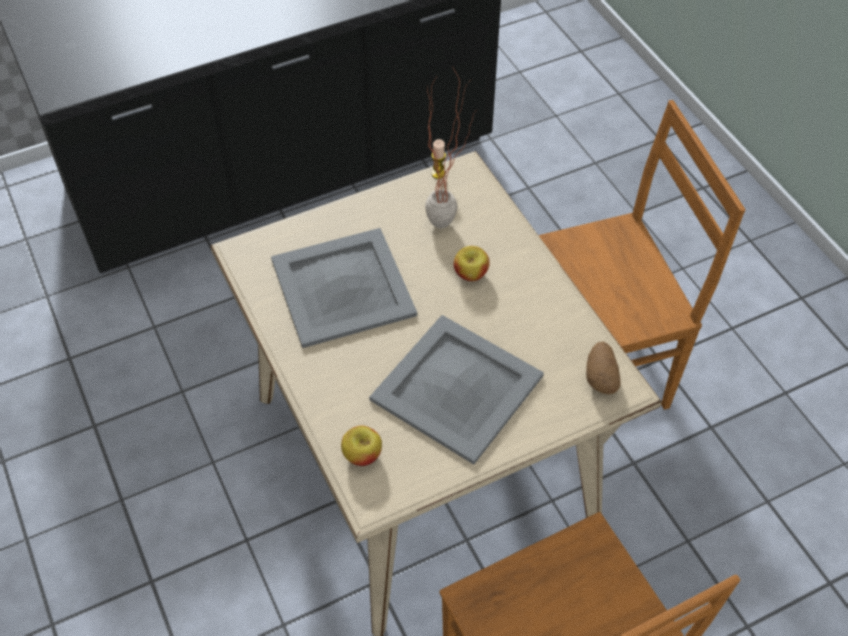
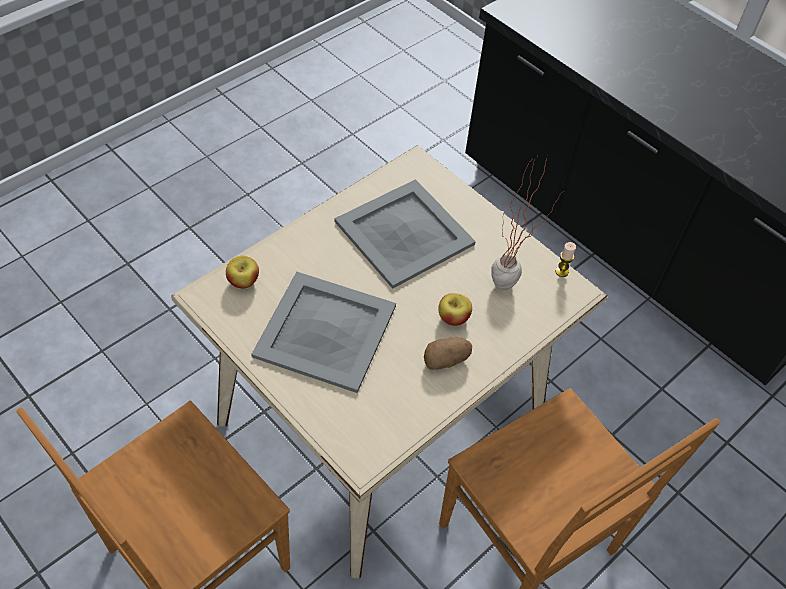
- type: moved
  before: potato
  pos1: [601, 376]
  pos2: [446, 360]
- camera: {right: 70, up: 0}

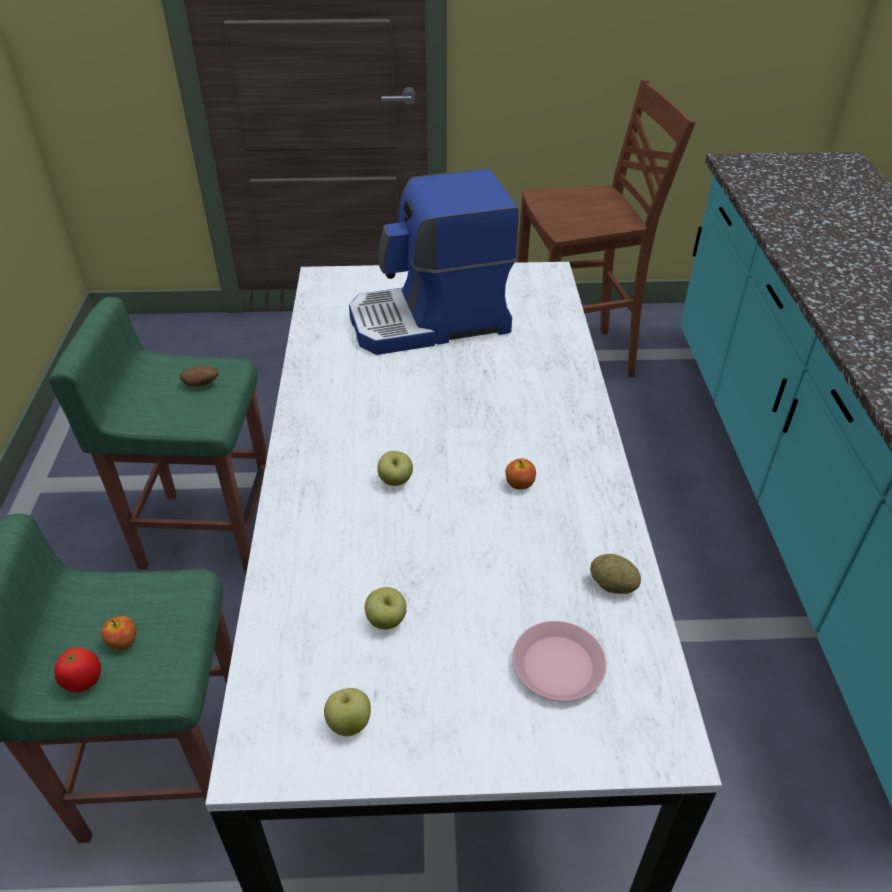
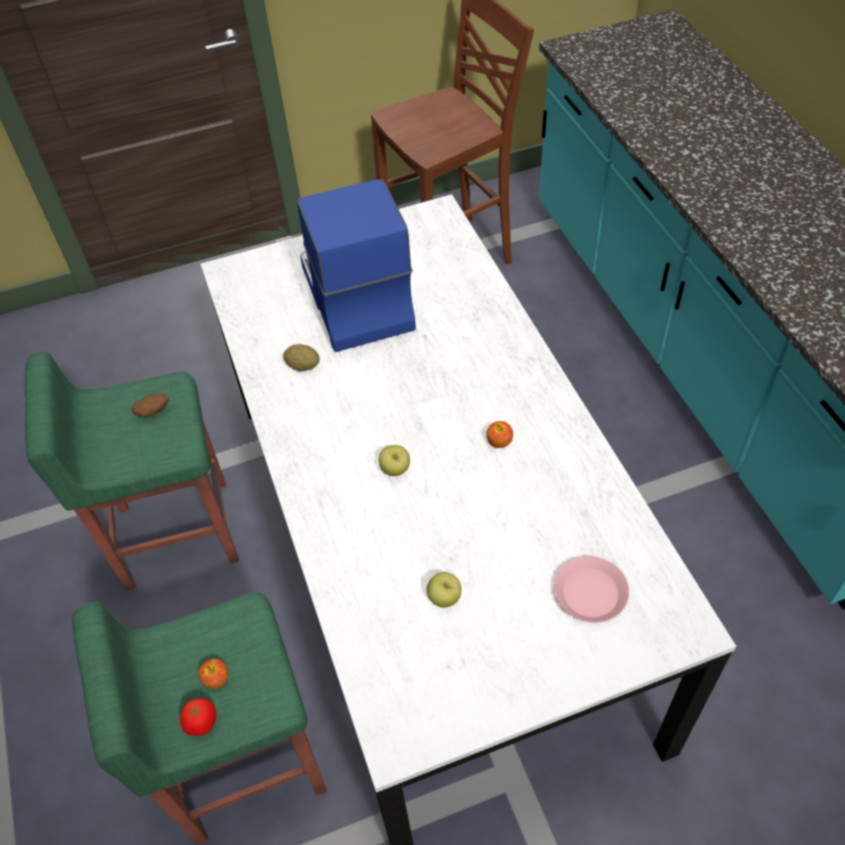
- type: moved
  before: potato
  pos1: [612, 585]
  pos2: [303, 366]
- type: turned
  before: coffee_maker
  pos1: [431, 322]
  pos2: [354, 296]
  turn: 105
- type: removed
  before: whole_apple
  pos1: [349, 723]
- camera: {right: -15, up: 10}

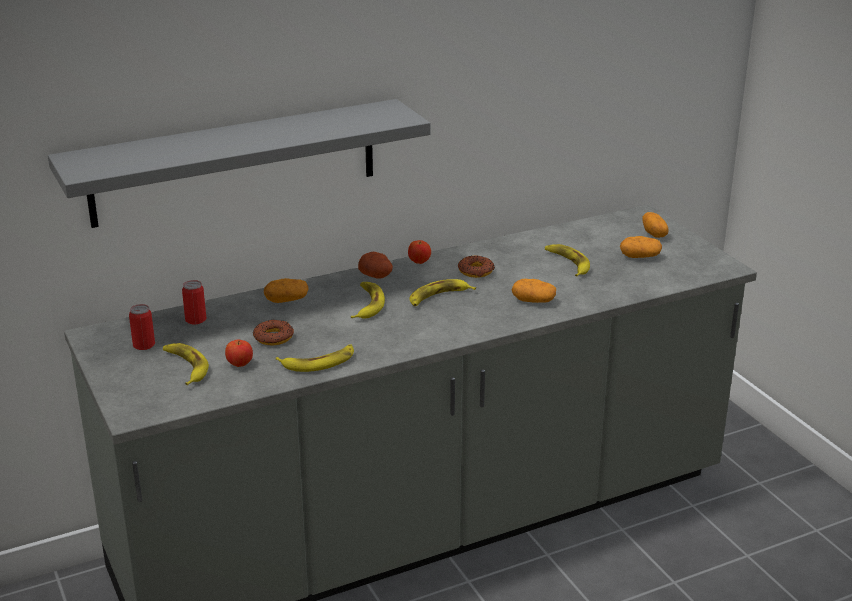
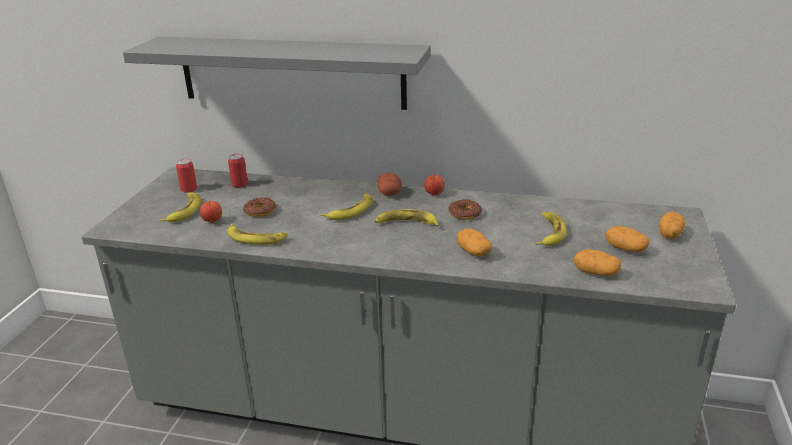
- type: moved
  before: potato
  pos1: [286, 300]
  pos2: [595, 273]
- camera: {right: 40, up: 0}

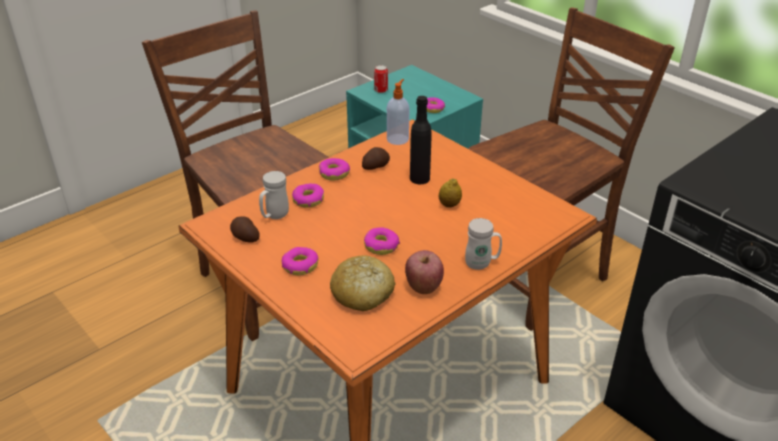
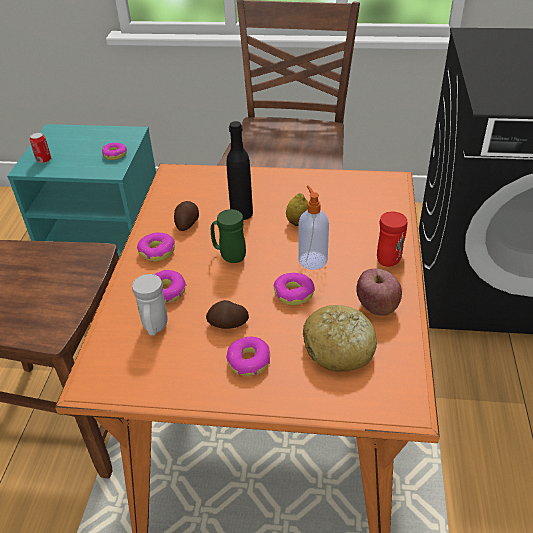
- type: moved
  before: potato
  pos1: [245, 237]
  pos2: [228, 324]
- type: added
  after: green-coloured_mug
  pos2: [229, 255]
- type: moved
  before: soap_bottle
  pos1: [398, 139]
  pos2: [312, 259]
- type: recoloured
  before: whitish_mug
  after: red-coloured_mug
  pos1: [482, 264]
  pos2: [391, 257]
- camera: {right: -40, up: 5}

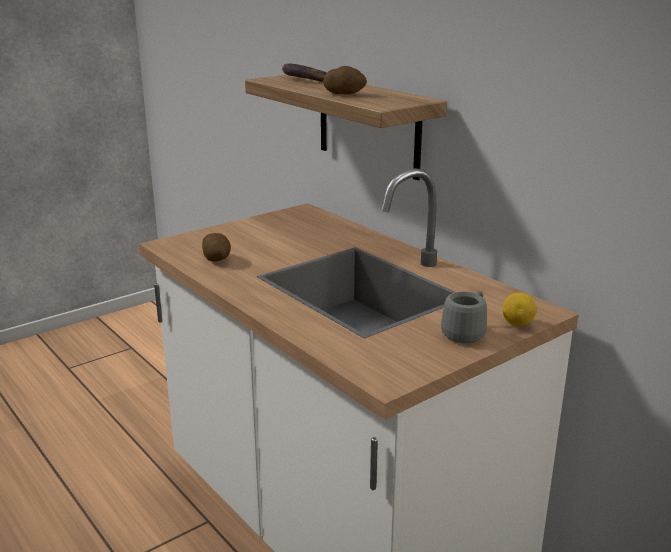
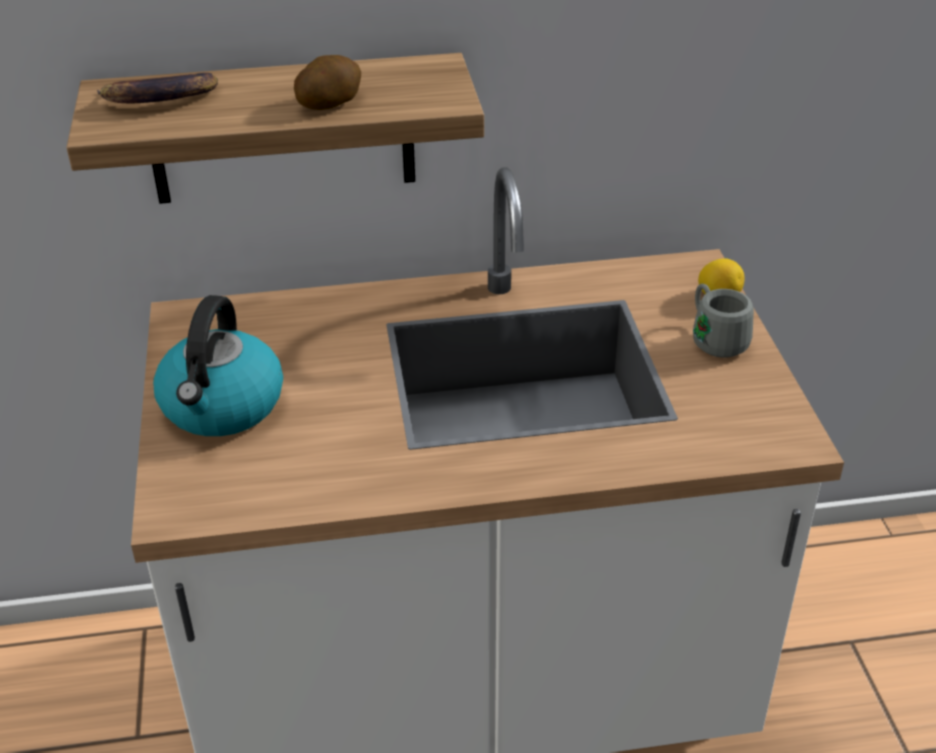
- type: added
  after: water_kettle
  pos2: [222, 406]
- type: removed
  before: potato
  pos1: [217, 259]
- camera: {right: -60, up: 15}

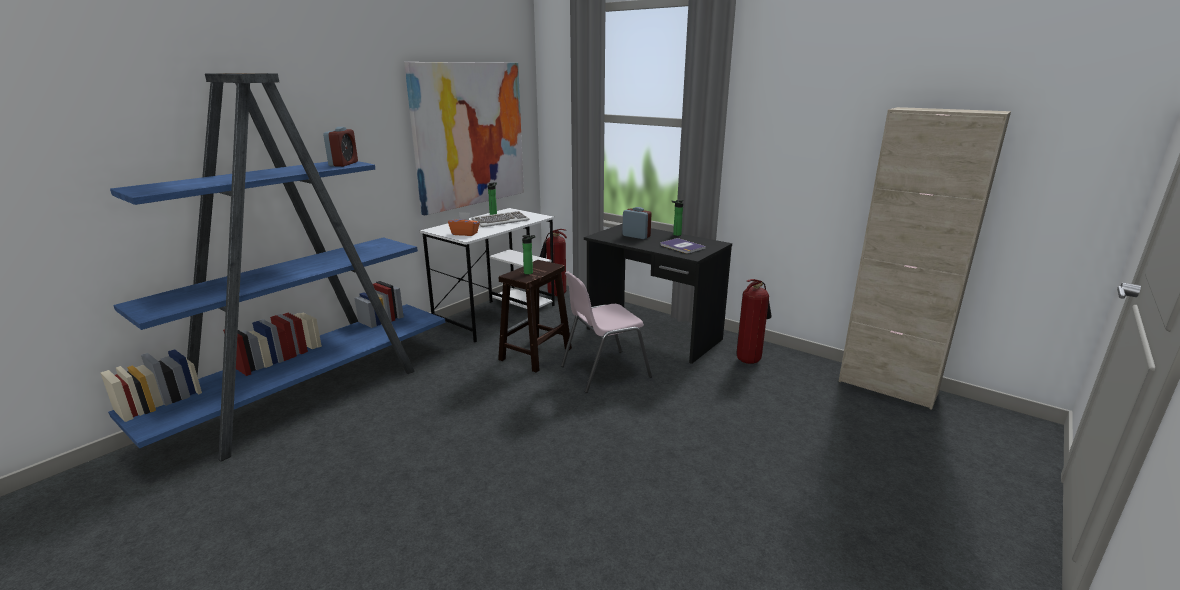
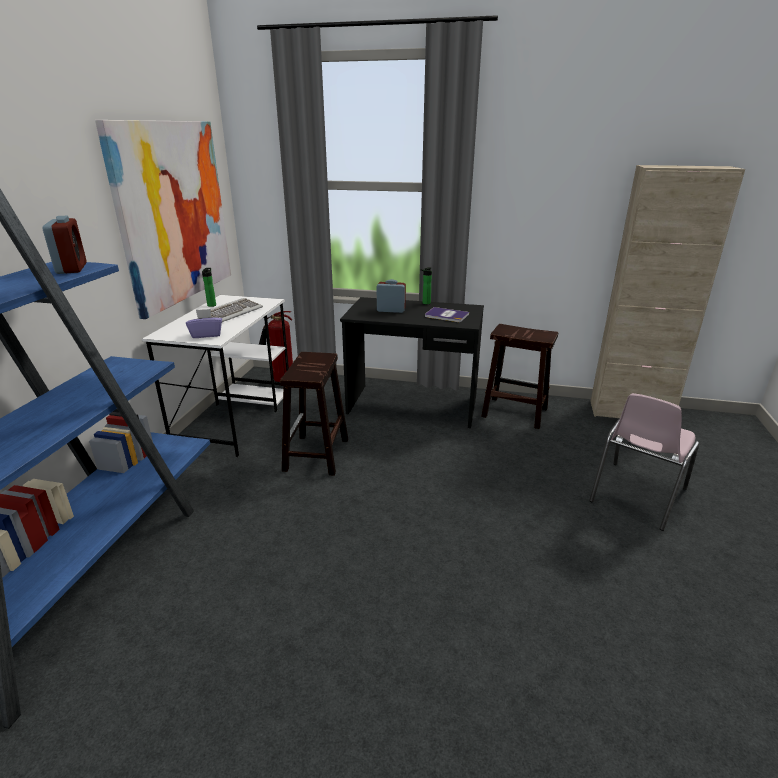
- type: recoloured
  before: orange-coloured_tissue_box
  after: purple_tissue_box
  pos1: [465, 233]
  pos2: [206, 334]
- type: replaced
  before: fire_extinguisher
  after: brown-coloured_stool_seat
  pos1: [749, 359]
  pos2: [513, 412]
- type: moved
  before: pink_chair
  pos1: [603, 371]
  pos2: [636, 495]
- type: removed
  before: beverage_bottle
  pos1: [529, 273]
- camera: {right: -25, up: 5}

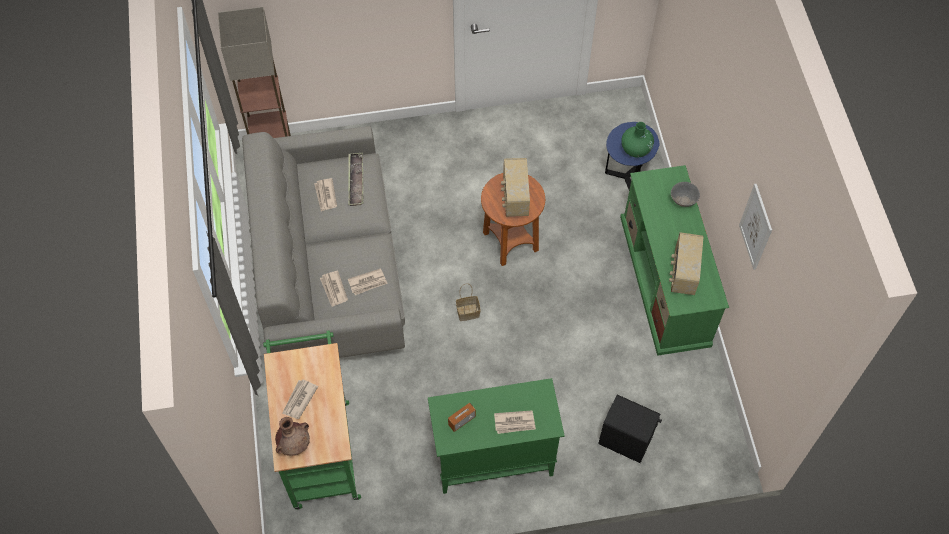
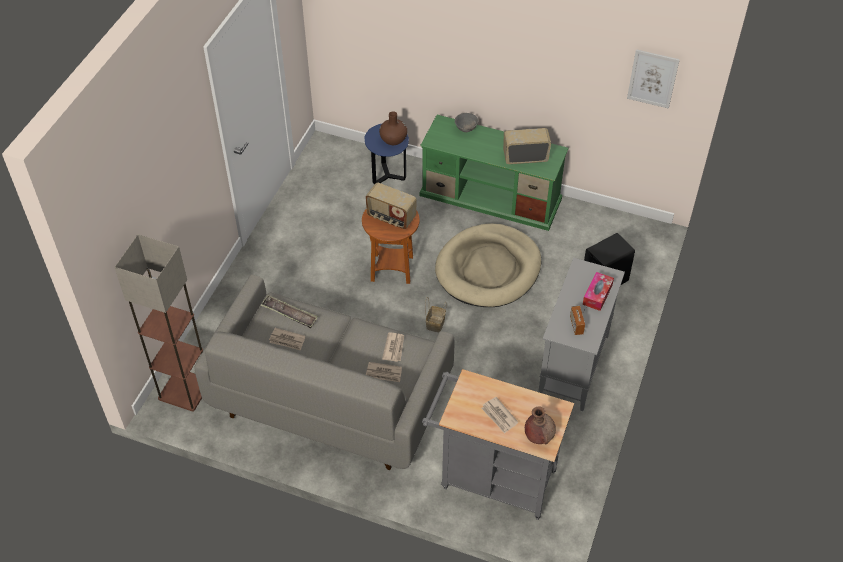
- type: recoloured
  before: green-coloured_vase
  after: brown-coloured_vase
  pos1: [635, 149]
  pos2: [393, 140]
- type: recoloured
  before: green-coloured_wheeled_cart
  after: greyish_wheeled_cart
  pos1: [320, 447]
  pos2: [491, 478]
- type: added
  after: beige-coloured_dog_bed
  pos2: [488, 269]
- type: turned
  before: radio_receiver
  pos1: [683, 273]
  pos2: [525, 157]
  turn: 135
- type: recoloured
  before: green-coloured_cabinet
  after: greyish_cabinet
  pos1: [492, 460]
  pos2: [573, 367]
- type: replaced
  before: printed_paper
  after: tissue_box
  pos1: [514, 423]
  pos2: [597, 295]
- type: moved
  before: wall_art
  pos1: [756, 227]
  pos2: [652, 78]
- camera: {right: -60, up: -10}

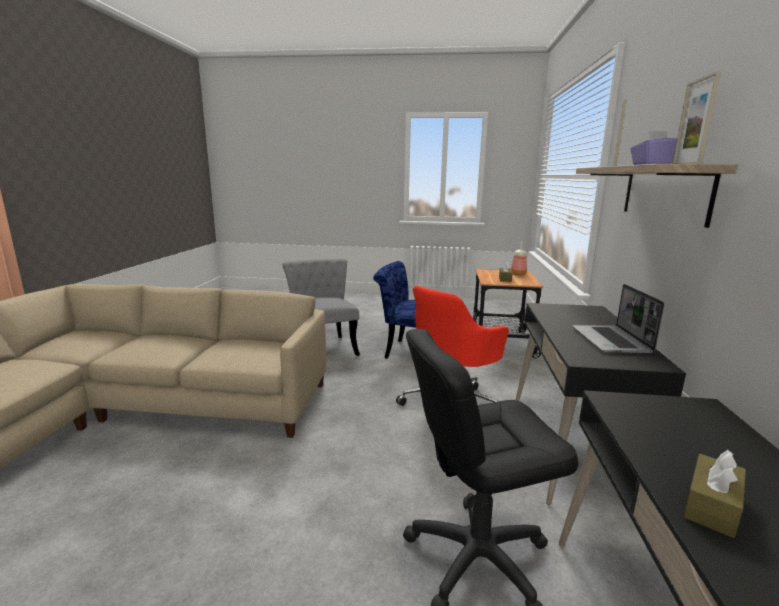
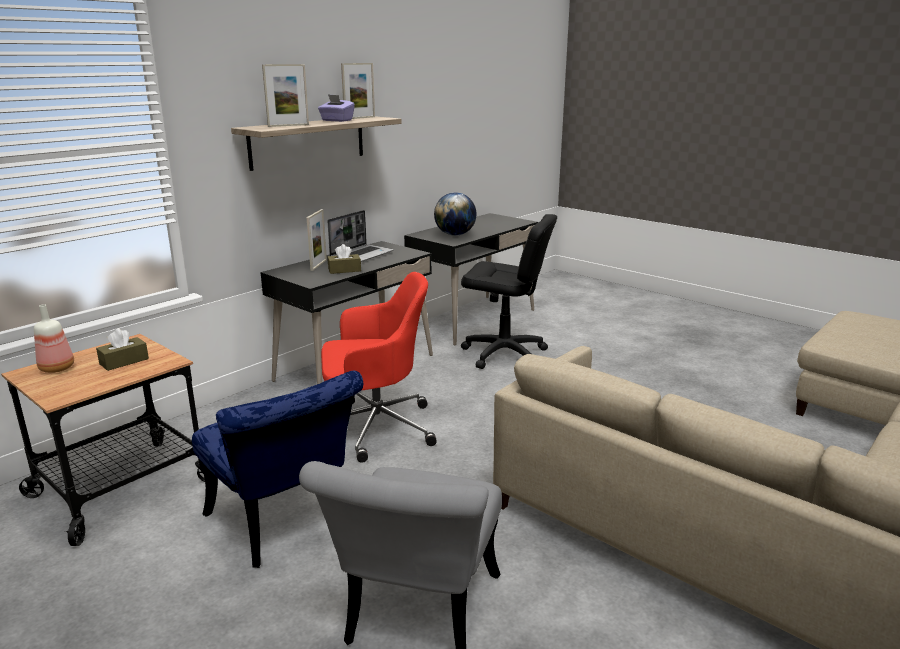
- type: added
  after: photo_frame
  pos2: [318, 265]
- type: moved
  before: brown-coloured_tissue_box
  pos1: [711, 506]
  pos2: [344, 270]
- type: added
  after: globe
  pos2: [455, 235]
- camera: {right: -145, up: 5}

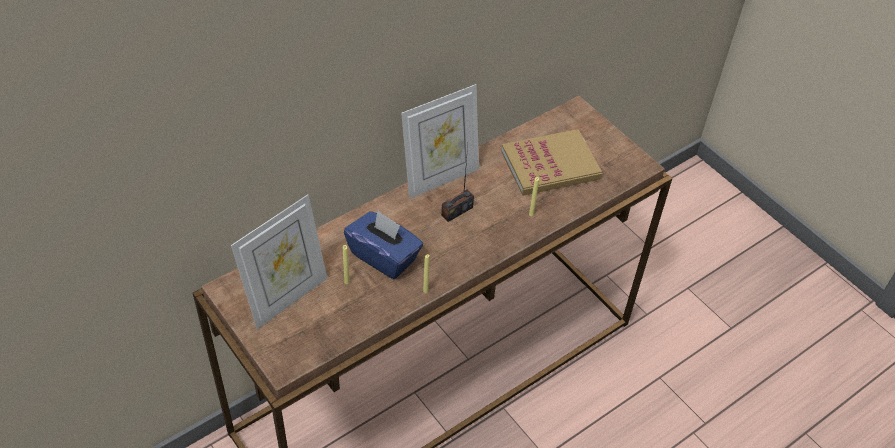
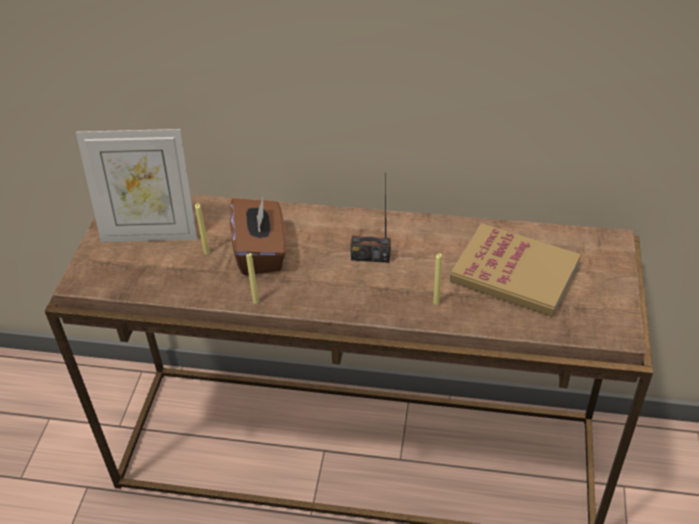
- type: recoloured
  before: blue-coloured_tissue_box
  after: brown-coloured_tissue_box
  pos1: [384, 256]
  pos2: [261, 252]
- type: removed
  before: photo_frame
  pos1: [440, 178]
- camera: {right: 50, up: -5}

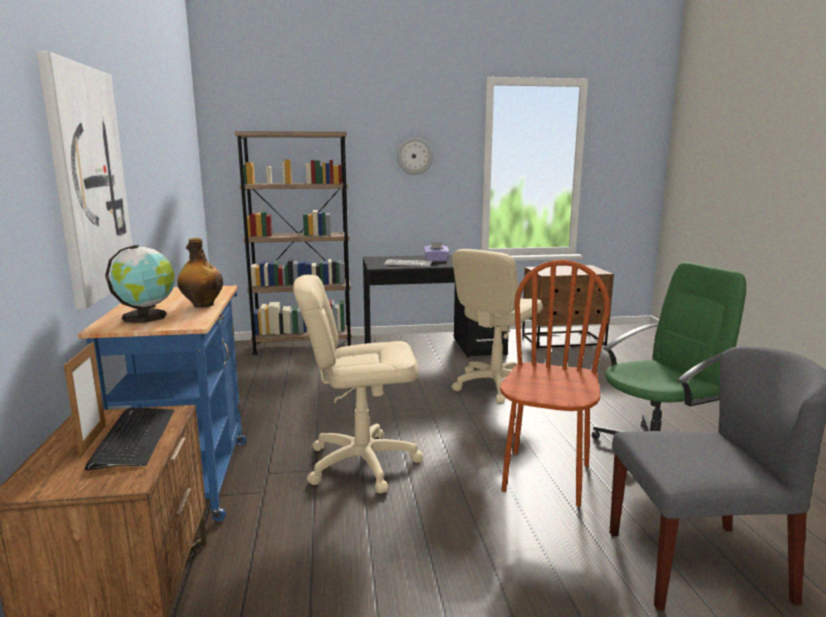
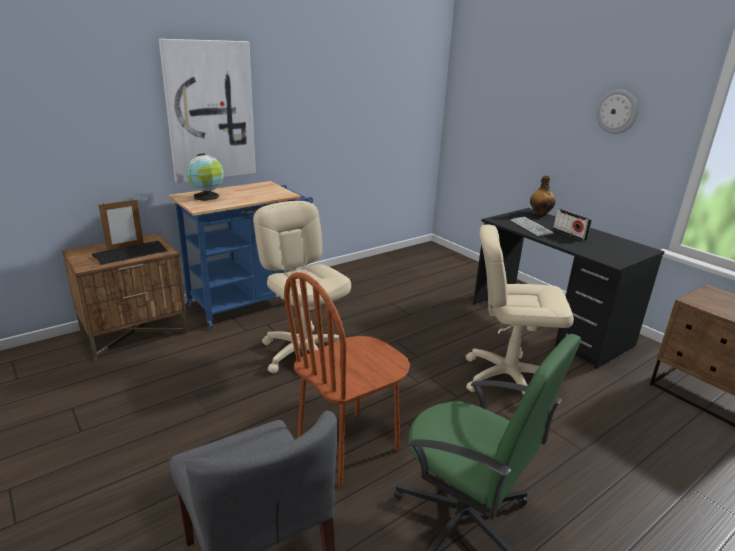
- type: turned
  before: brown-coloured_chair
  pos1: [545, 477]
  pos2: [348, 446]
  turn: 150
- type: moved
  before: beverage_bottle
  pos1: [202, 305]
  pos2: [540, 214]
- type: replaced
  before: purple_tissue_box
  after: radio_receiver
  pos1: [436, 260]
  pos2: [569, 234]
- type: removed
  before: brown-coloured_bookshelf
  pos1: [303, 345]
- camera: {right: 60, up: 10}

